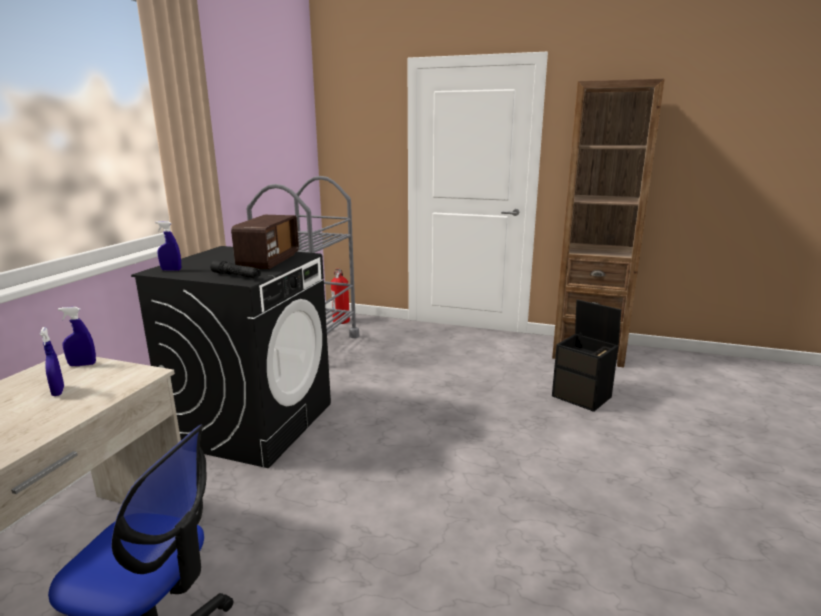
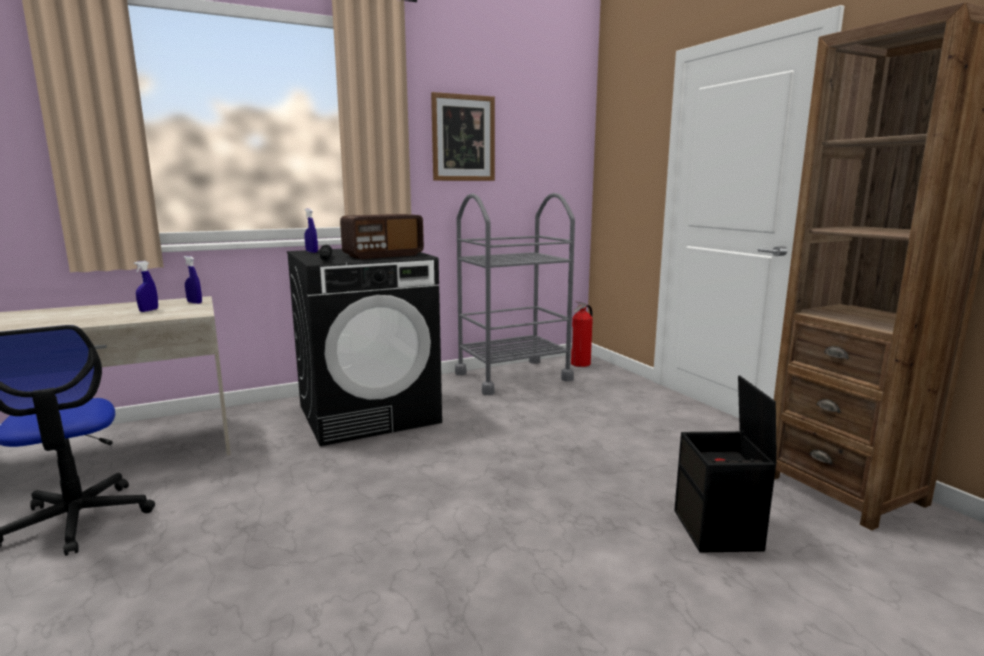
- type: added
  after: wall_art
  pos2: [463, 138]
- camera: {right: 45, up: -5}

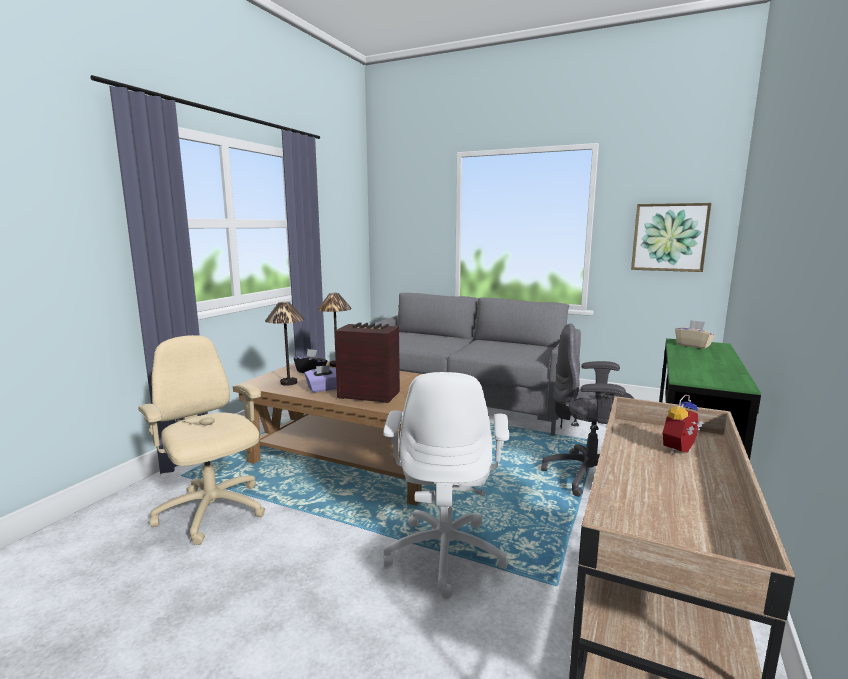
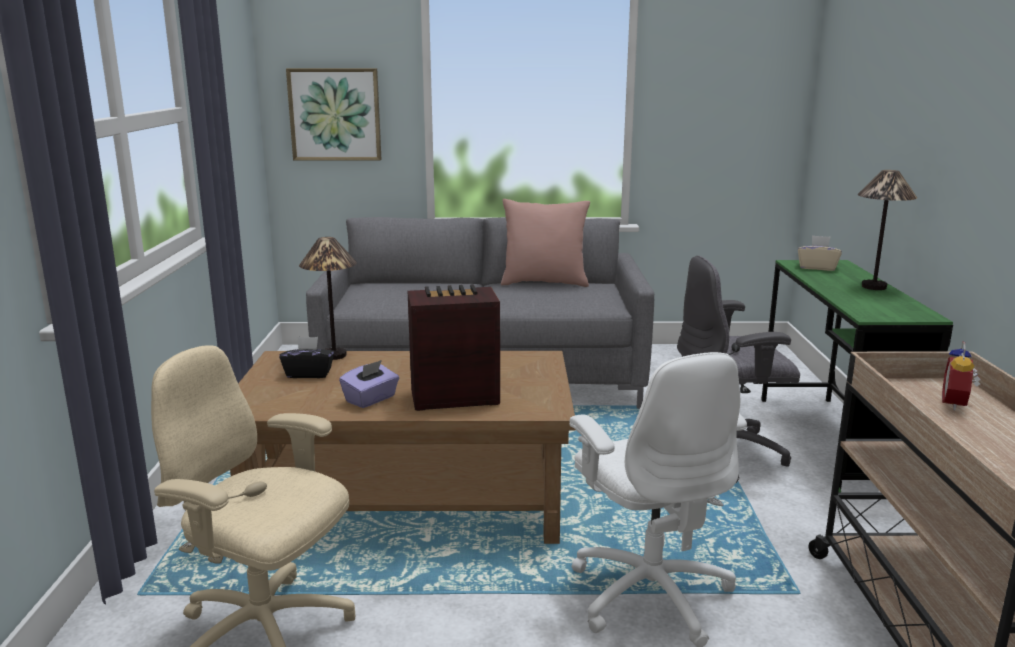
- type: moved
  before: wall_art
  pos1: [669, 237]
  pos2: [335, 114]
- type: added
  after: pink_pillow
  pos2: [544, 283]
- type: moved
  before: table_lamp
  pos1: [289, 383]
  pos2: [874, 287]
- camera: {right: -25, up: 5}

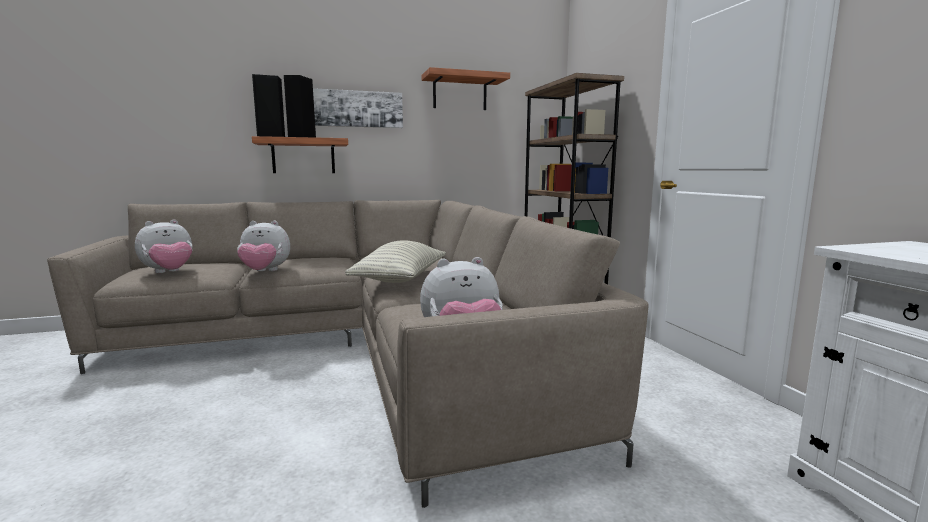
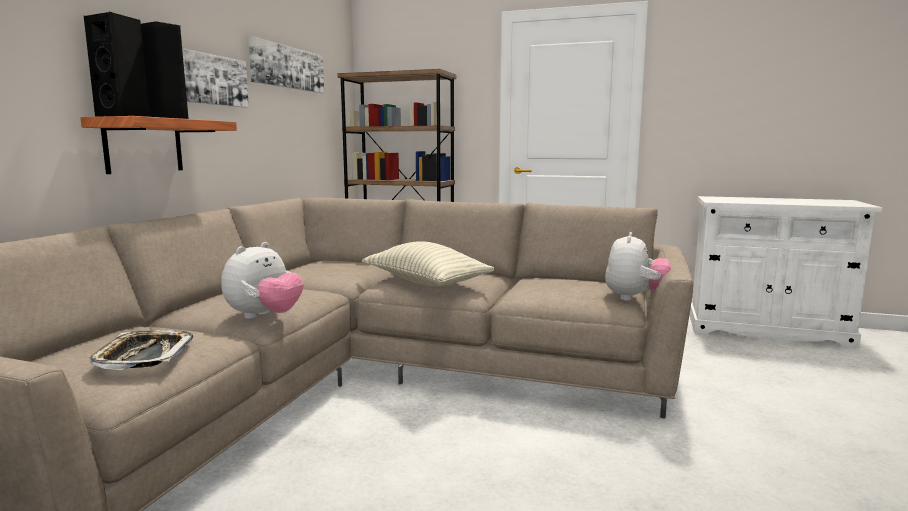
- type: replaced
  before: plush_toy
  after: tray
  pos1: [169, 272]
  pos2: [144, 356]
- type: replaced
  before: bracket_shelf
  after: wall_art
  pos1: [460, 93]
  pos2: [287, 67]
- camera: {right: -55, up: 0}

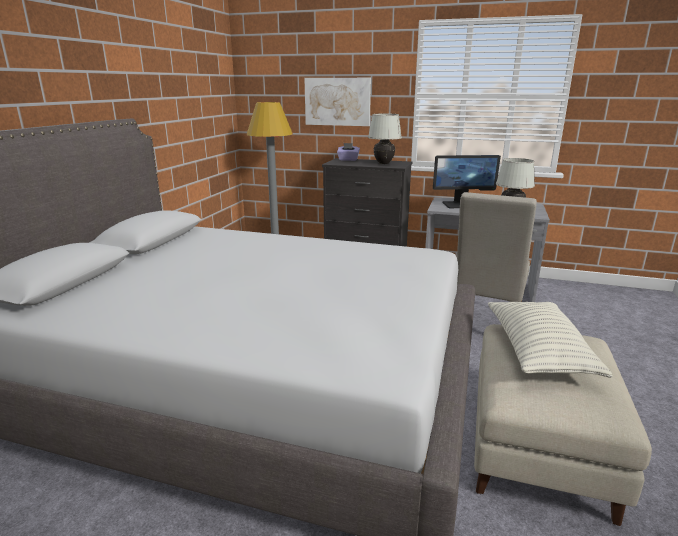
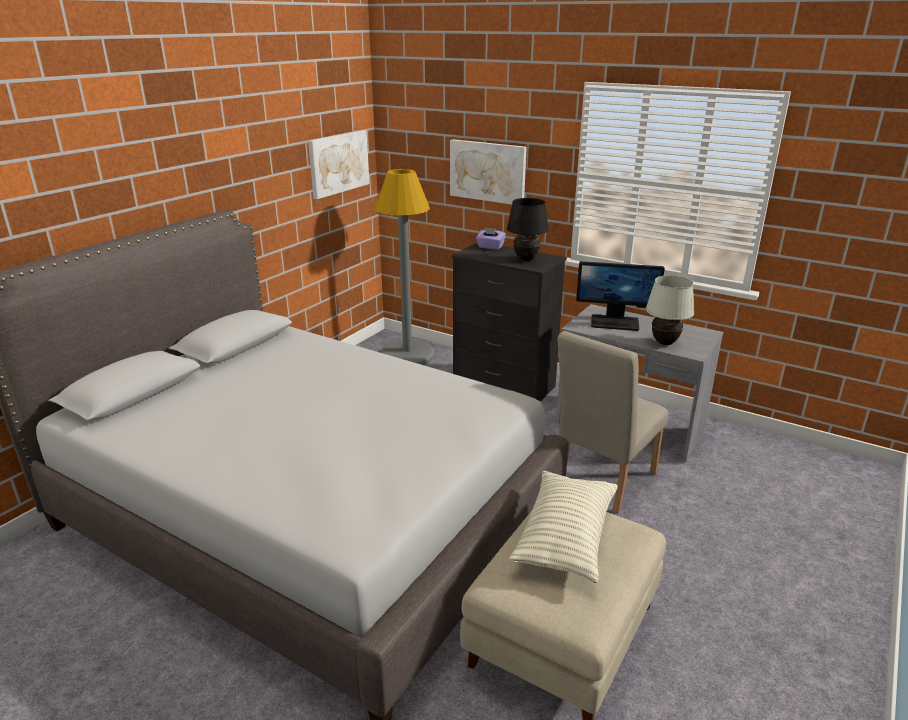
- type: added
  after: wall_art
  pos2: [338, 163]
- type: recoloured
  before: whitish_table_lamp
  after: black_table_lamp
  pos1: [383, 163]
  pos2: [525, 259]
- camera: {right: 15, up: 5}

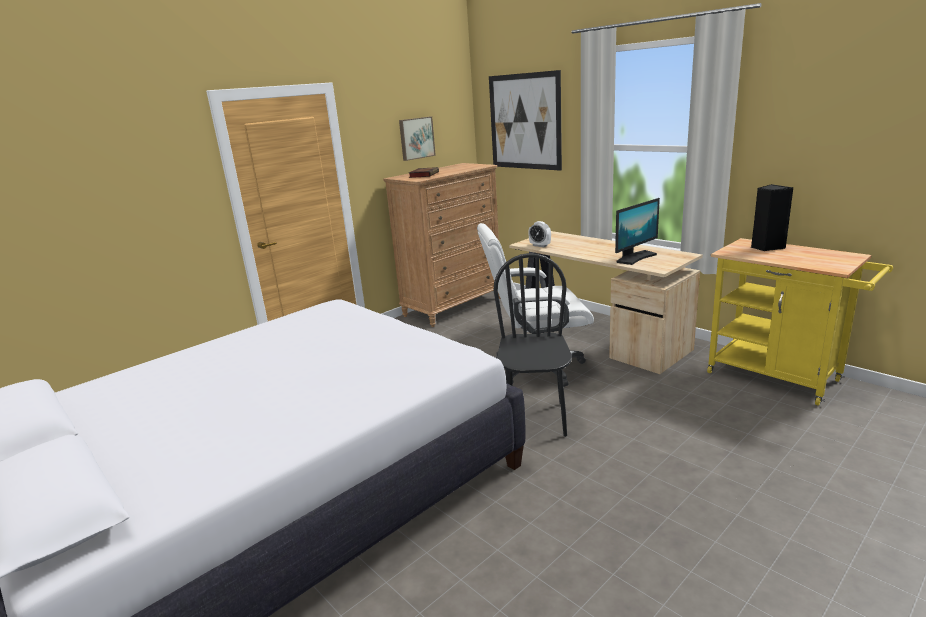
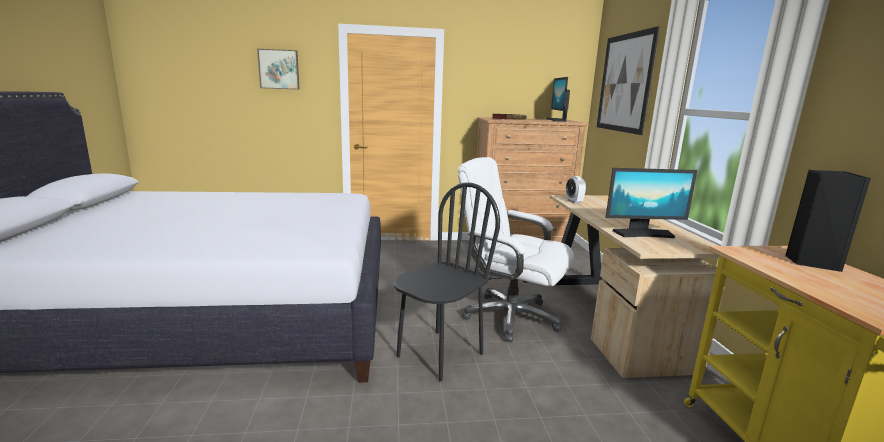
- type: moved
  before: wall_art
  pos1: [416, 138]
  pos2: [279, 69]
- type: added
  after: computer_display
  pos2: [557, 120]
- camera: {right: 35, up: -5}

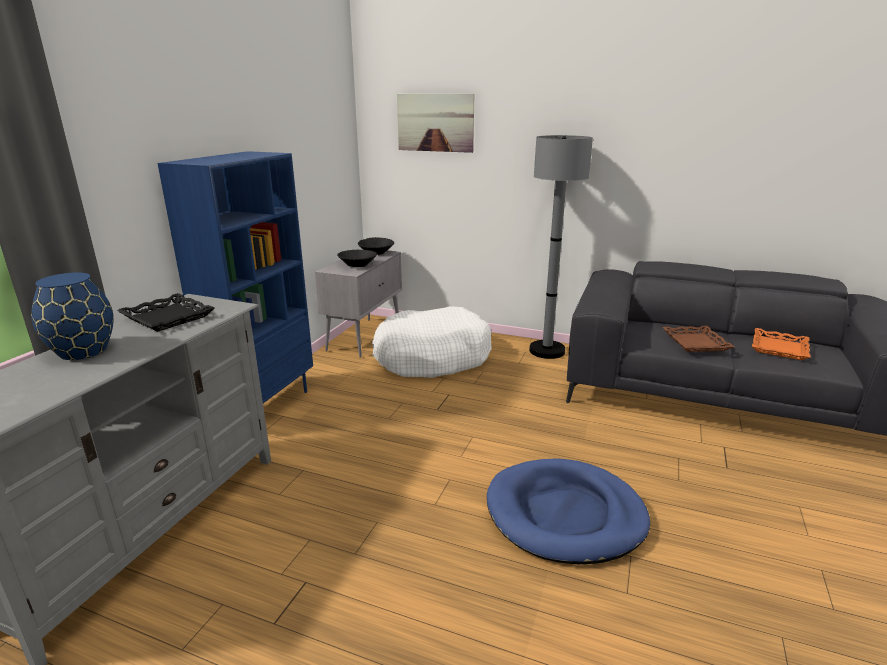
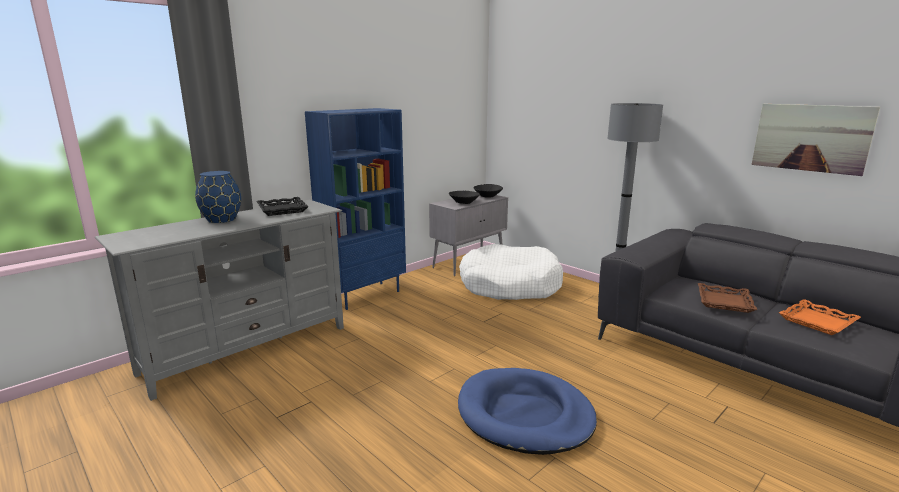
- type: moved
  before: wall_art
  pos1: [435, 122]
  pos2: [811, 138]
- camera: {right: 25, up: -5}

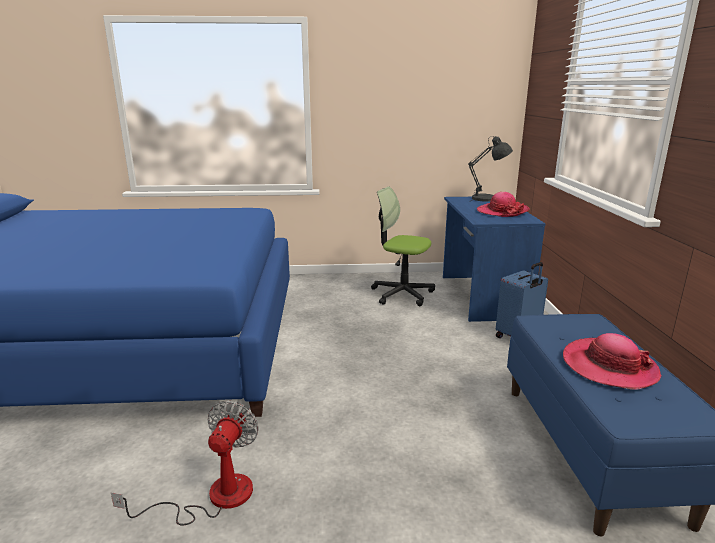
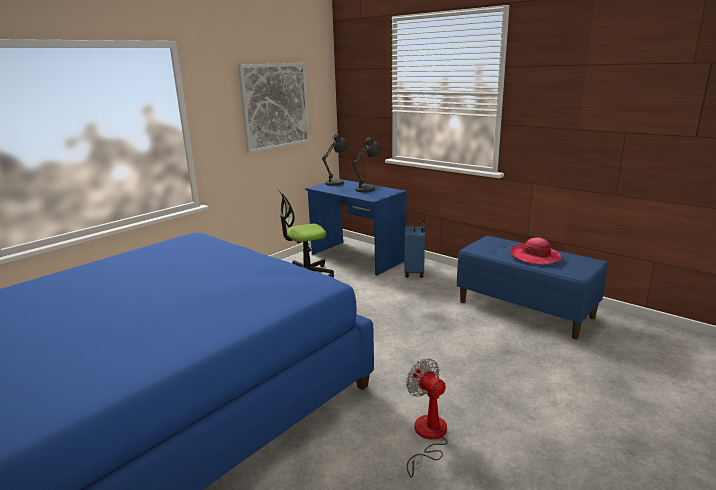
- type: added
  after: wall_art
  pos2: [275, 106]
- type: replaced
  before: wearable_hat
  after: greyish_table_lamp
  pos1: [502, 212]
  pos2: [367, 189]
- camera: {right: -45, up: 0}

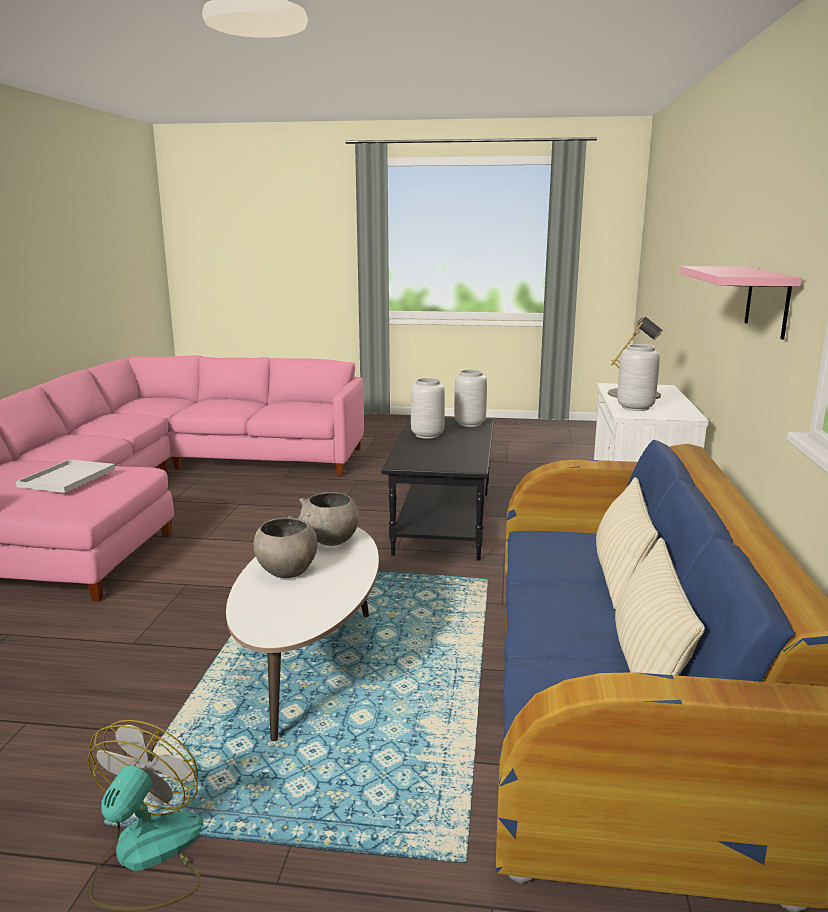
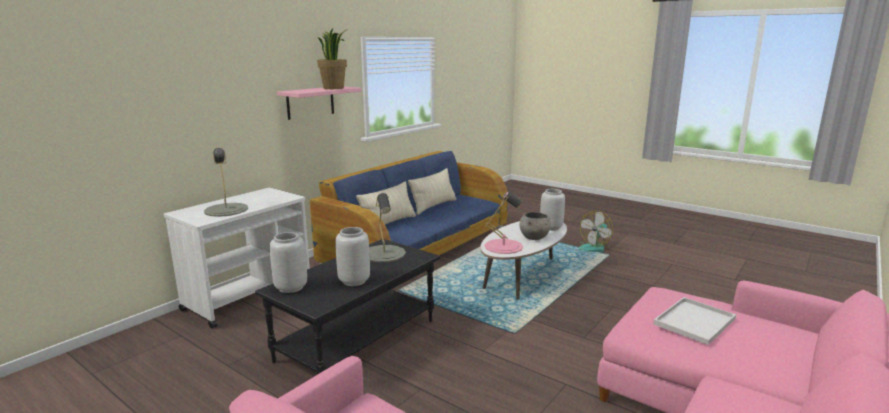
- type: added
  after: houseplant
  pos2: [334, 88]
- type: added
  after: greyish_table_lamp
  pos2: [384, 253]
- type: replaced
  before: greyish_deep_dish
  after: pink_table_lamp
  pos1: [330, 541]
  pos2: [503, 246]
- type: moved
  before: greyish_vase
  pos1: [634, 408]
  pos2: [551, 228]
- camera: {right: -150, up: 0}

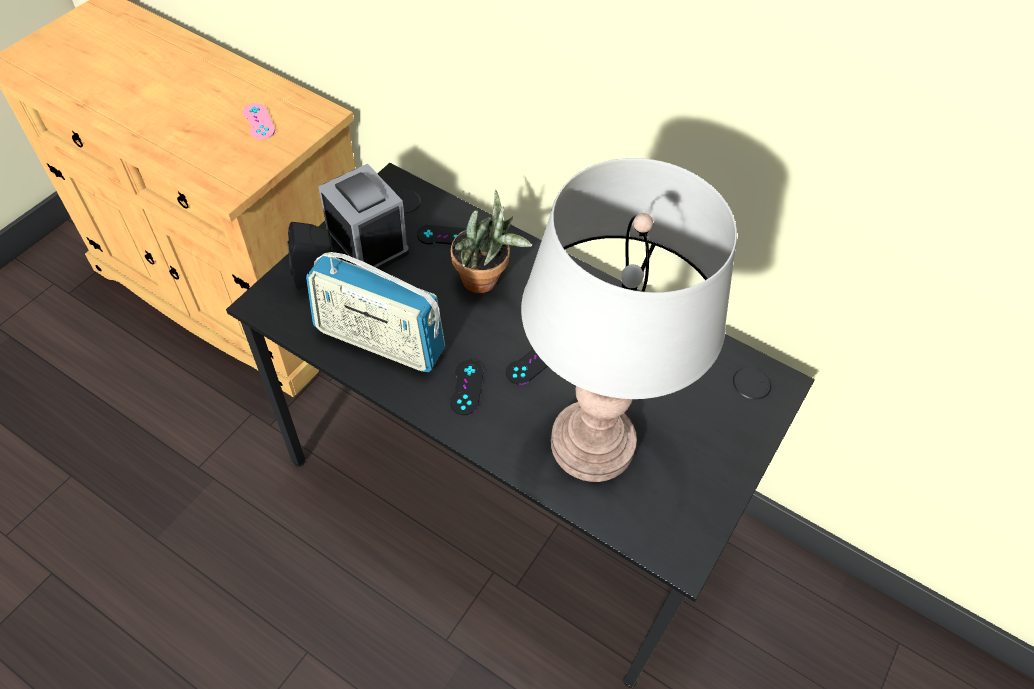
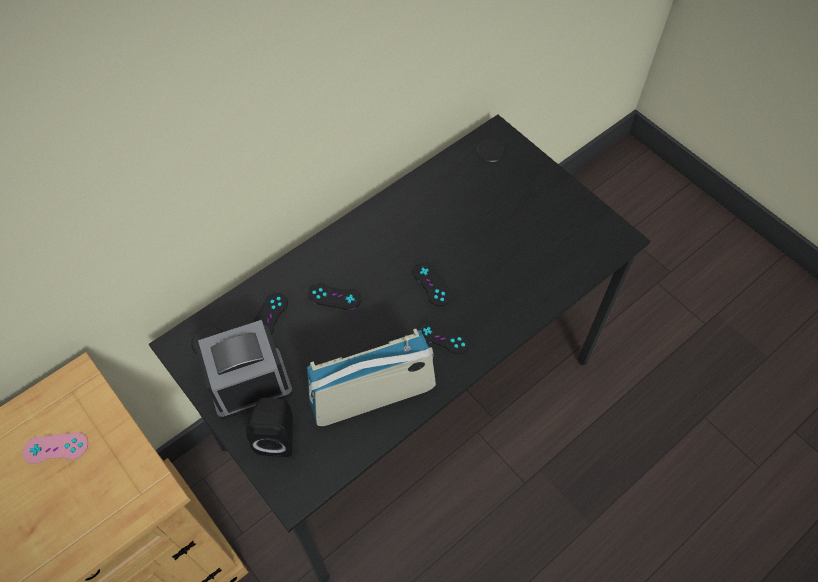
- type: turned
  before: radio_receiver
  pos1: [379, 341]
  pos2: [372, 396]
  turn: -150
- type: replaced
  before: houseplant
  after: black_gamepad
  pos1: [485, 281]
  pos2: [334, 297]
- type: removed
  before: greyish_table_lamp
  pos1: [592, 444]
- camera: {right: -70, up: 5}

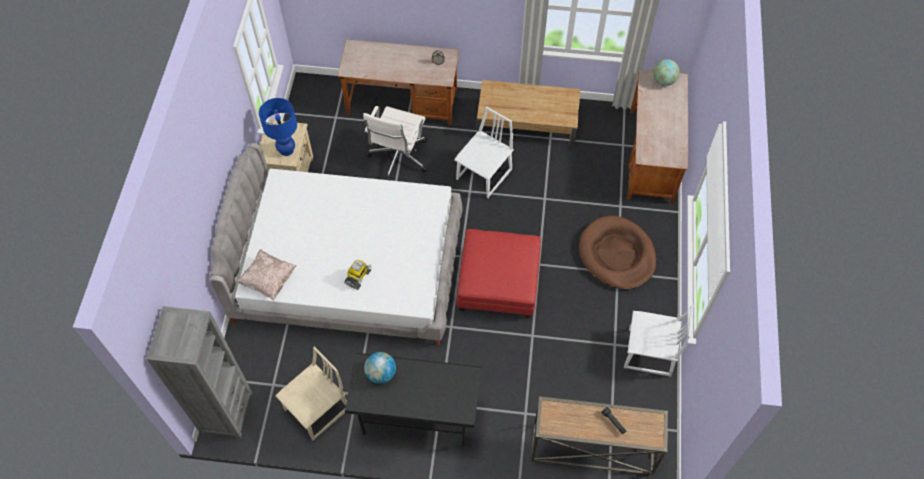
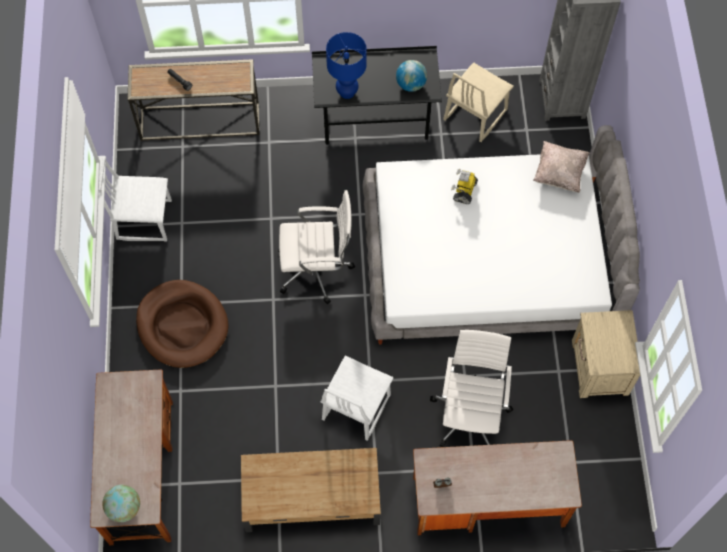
- type: replaced
  before: red-coloured_footrest
  after: whitish_office_chair
  pos1: [498, 283]
  pos2: [316, 269]
- type: moved
  before: blue-coloured_table_lamp
  pos1: [286, 150]
  pos2: [347, 92]
- camera: {right: 170, up: 5}

